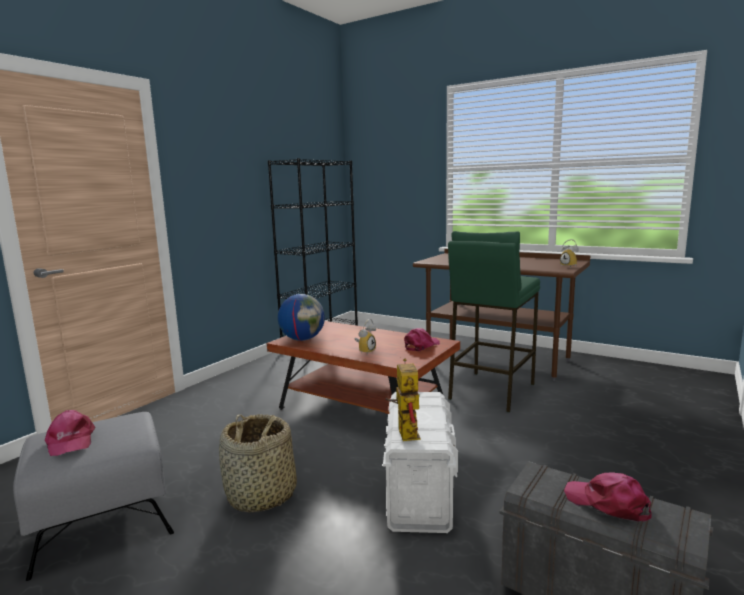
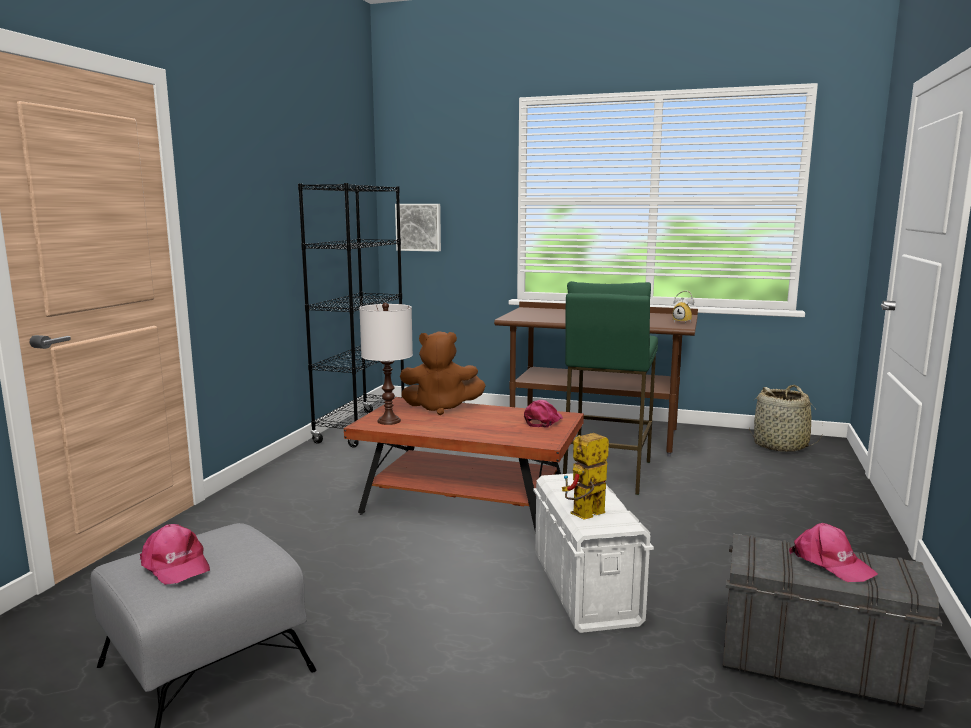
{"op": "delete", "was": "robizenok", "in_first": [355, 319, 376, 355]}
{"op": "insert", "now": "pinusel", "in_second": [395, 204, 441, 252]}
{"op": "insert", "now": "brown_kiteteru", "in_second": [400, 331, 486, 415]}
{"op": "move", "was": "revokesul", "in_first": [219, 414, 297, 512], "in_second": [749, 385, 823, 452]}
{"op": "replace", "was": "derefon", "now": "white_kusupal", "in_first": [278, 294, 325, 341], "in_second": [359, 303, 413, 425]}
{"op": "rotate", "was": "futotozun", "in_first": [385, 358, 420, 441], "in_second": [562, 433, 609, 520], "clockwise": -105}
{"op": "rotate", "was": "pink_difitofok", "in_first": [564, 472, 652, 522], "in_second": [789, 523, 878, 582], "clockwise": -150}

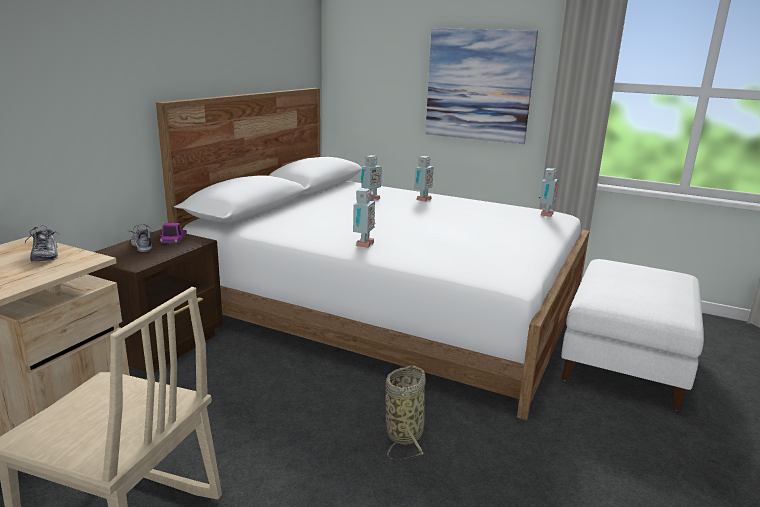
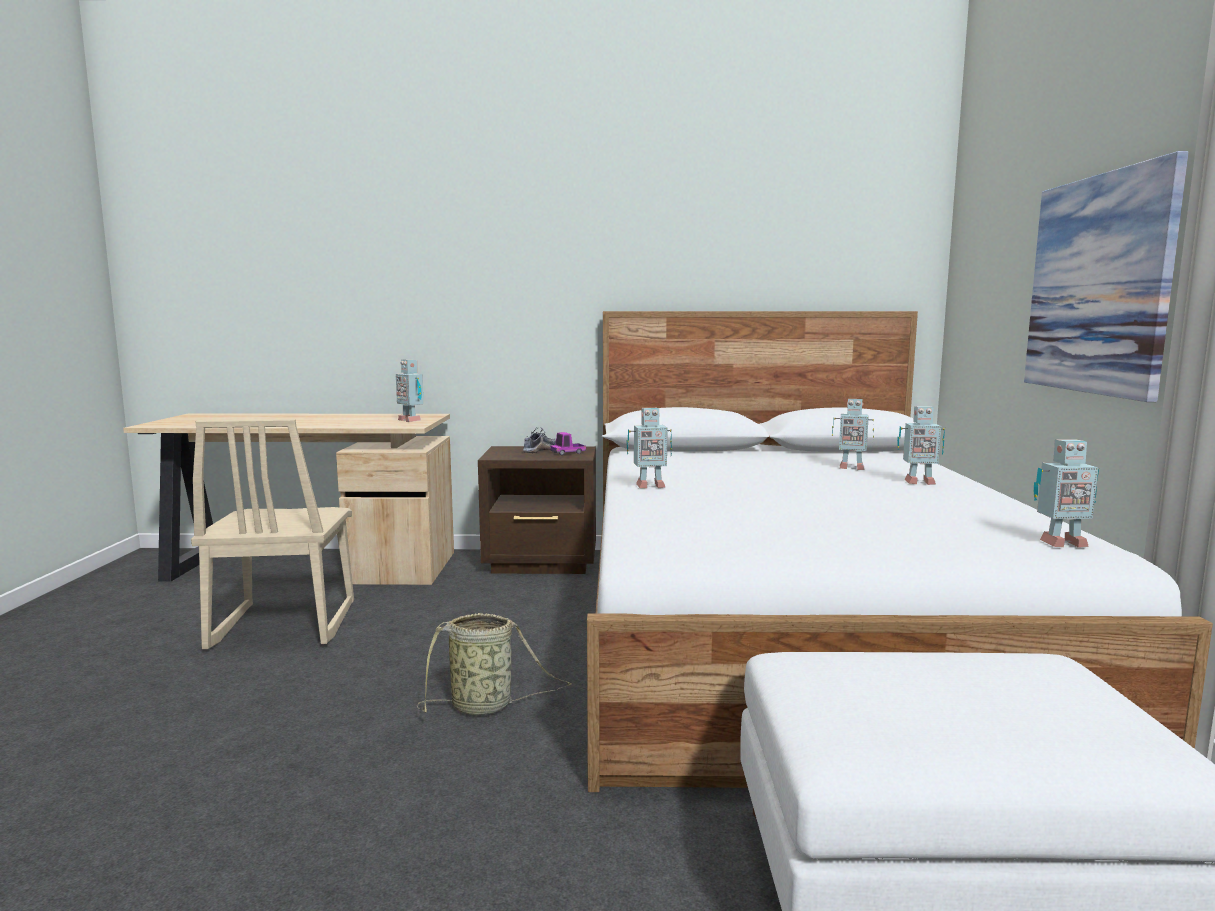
{"op": "replace", "was": "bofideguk", "now": "futotozun", "in_first": [25, 226, 60, 261], "in_second": [396, 360, 424, 422]}

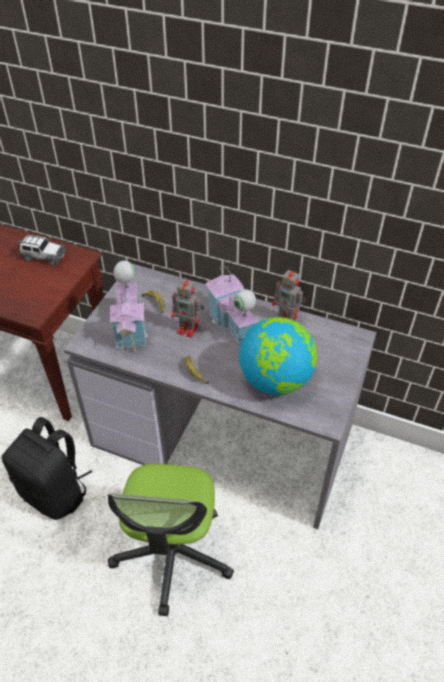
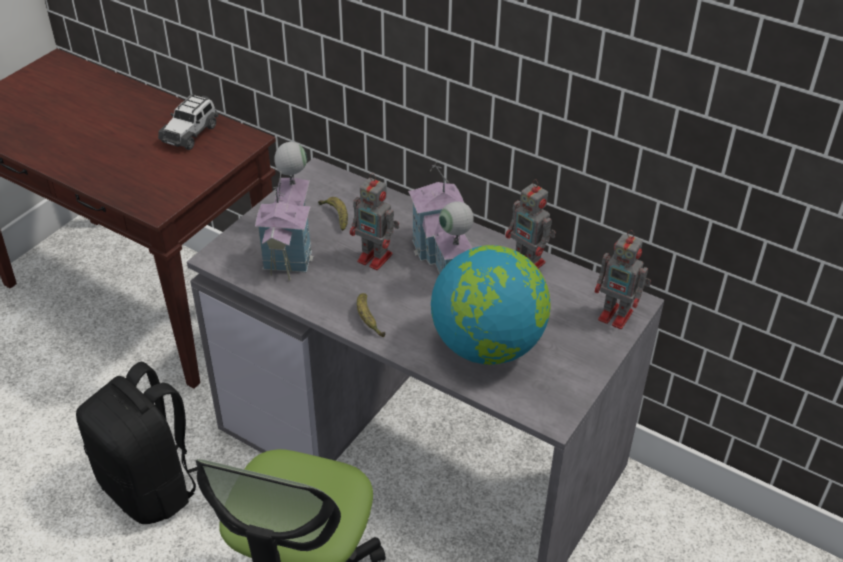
{"op": "insert", "now": "futotozun", "in_second": [595, 230, 651, 329]}
{"op": "rotate", "was": "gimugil", "in_first": [18, 235, 67, 266], "in_second": [158, 94, 219, 150], "clockwise": 90}

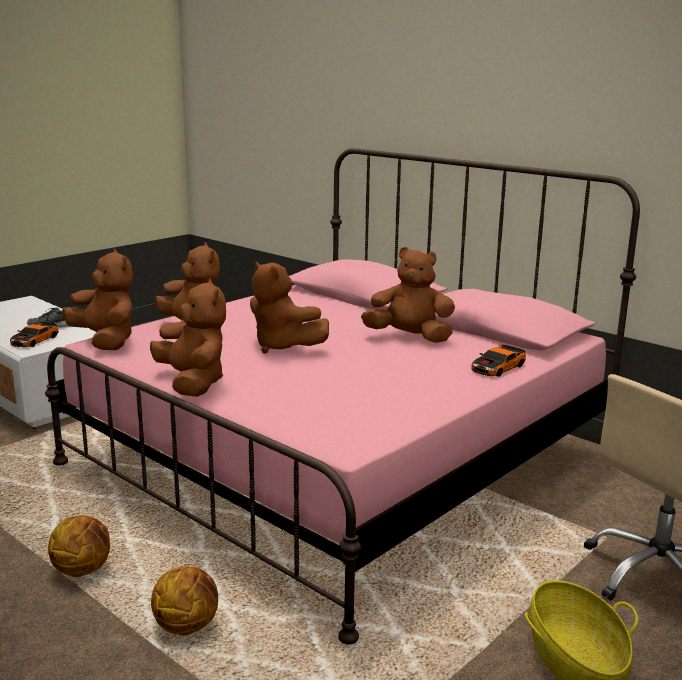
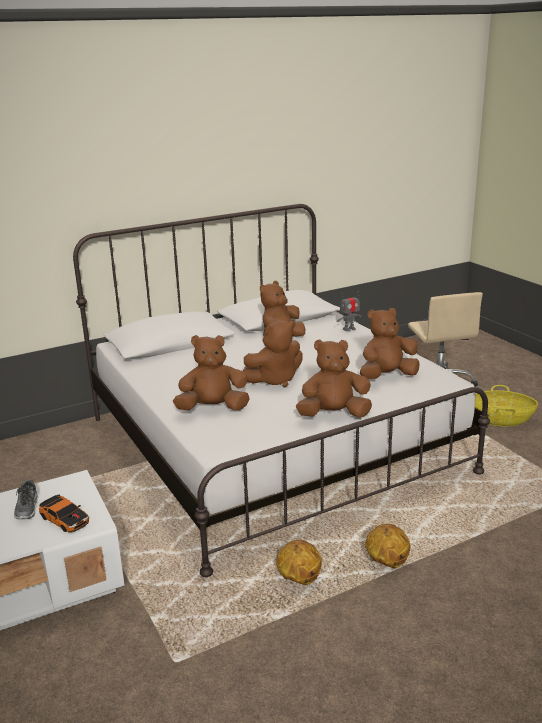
{"op": "move", "was": "brown_kiteteru", "in_first": [62, 249, 133, 350], "in_second": [360, 308, 420, 379]}
{"op": "move", "was": "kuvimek", "in_first": [151, 566, 218, 635], "in_second": [276, 540, 322, 585]}
{"op": "replace", "was": "gimugil", "now": "futotozun", "in_first": [471, 345, 526, 377], "in_second": [337, 291, 362, 331]}
{"op": "recolor", "was": "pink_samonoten", "now": "white_samonoten", "in_first": [45, 148, 640, 644], "in_second": [73, 204, 490, 577]}

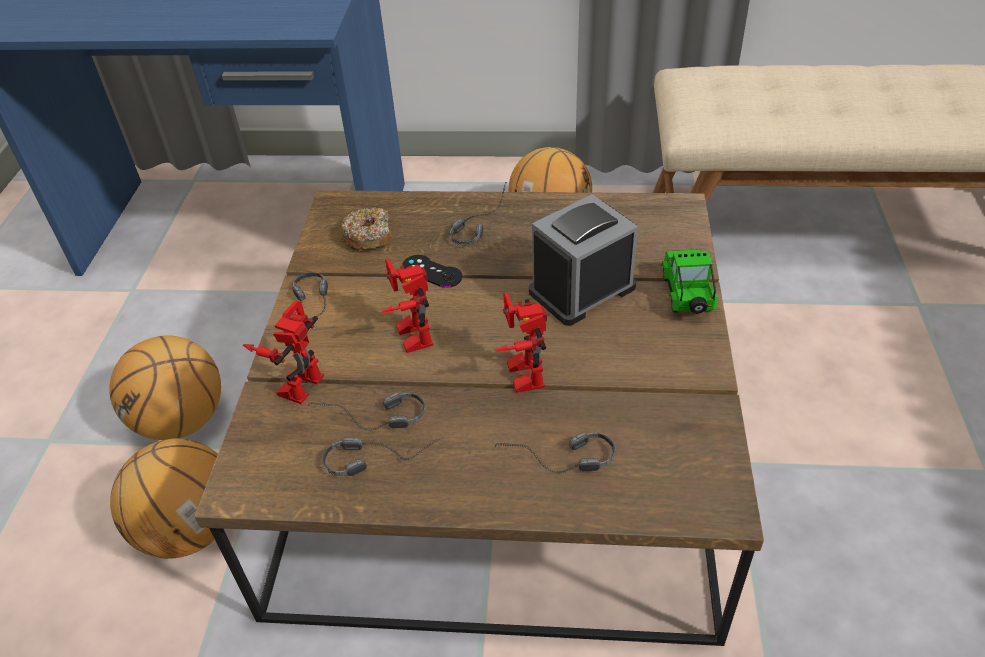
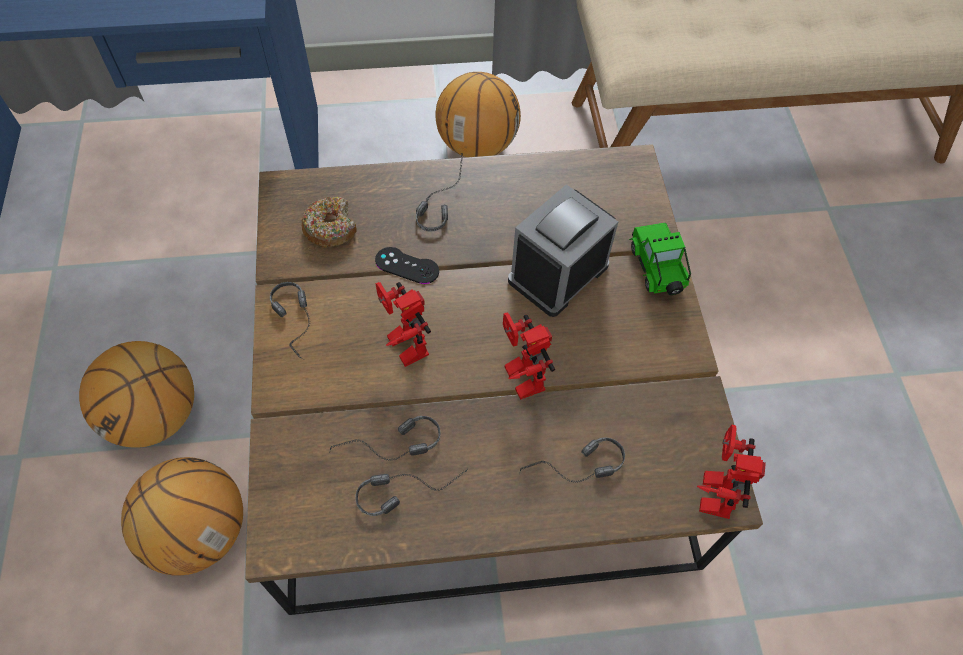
{"op": "move", "was": "futotozun", "in_first": [243, 301, 324, 404], "in_second": [697, 425, 766, 519]}

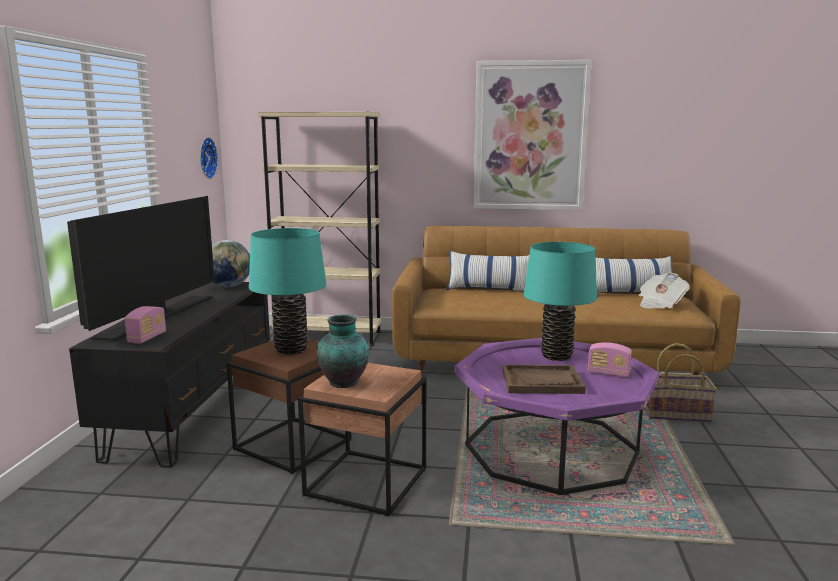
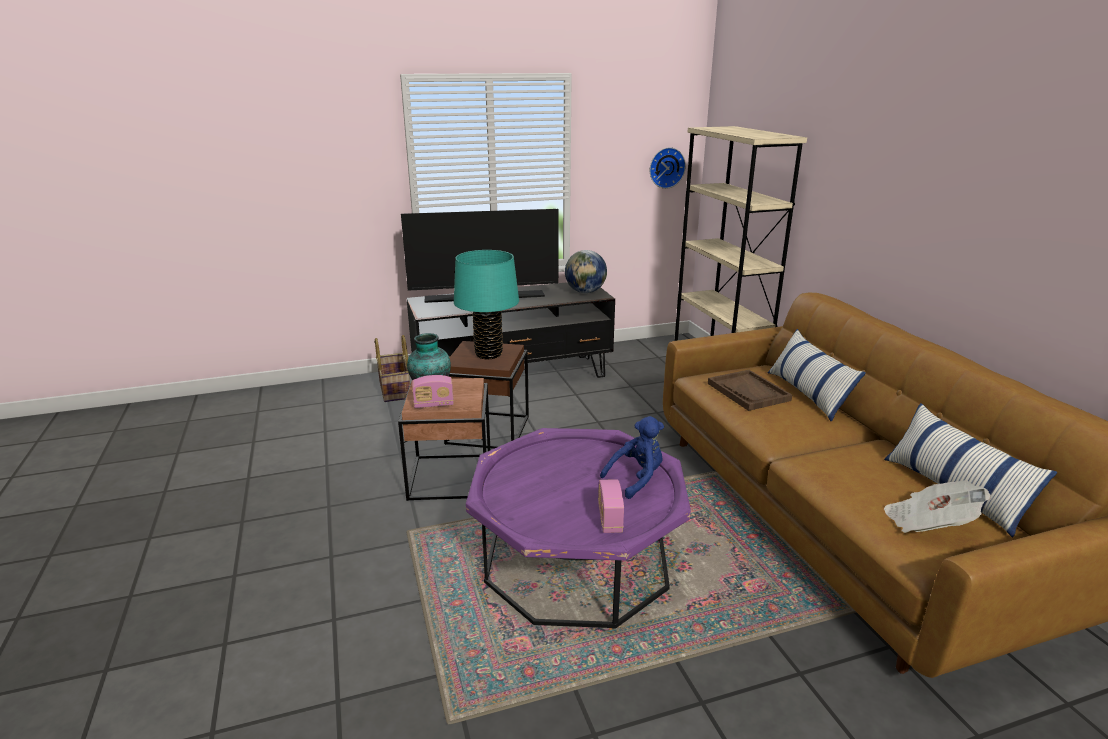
{"op": "delete", "was": "pinusel", "in_first": [474, 60, 592, 210]}
{"op": "move", "was": "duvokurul", "in_first": [125, 306, 166, 344], "in_second": [412, 375, 454, 408]}
{"op": "move", "was": "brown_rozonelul", "in_first": [502, 365, 586, 394], "in_second": [708, 370, 792, 411]}
{"op": "move", "was": "revokesul", "in_first": [645, 343, 717, 422], "in_second": [375, 335, 410, 402]}
{"op": "replace", "was": "turquoise_kusupal", "now": "blue_kiteteru", "in_first": [524, 242, 597, 361], "in_second": [600, 416, 664, 499]}

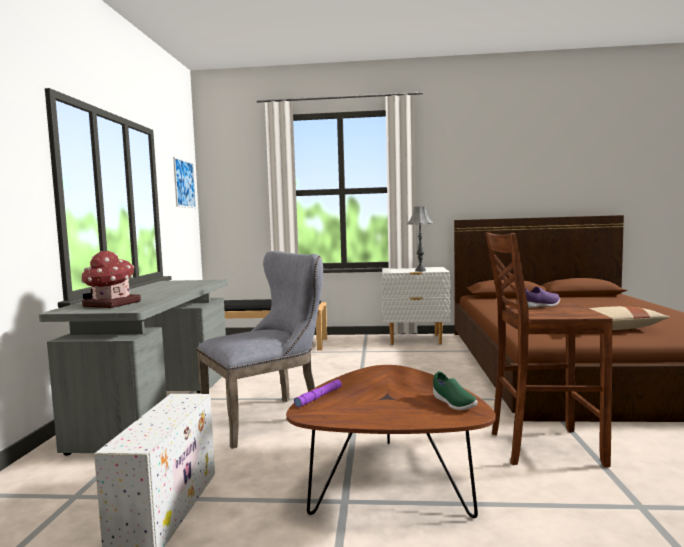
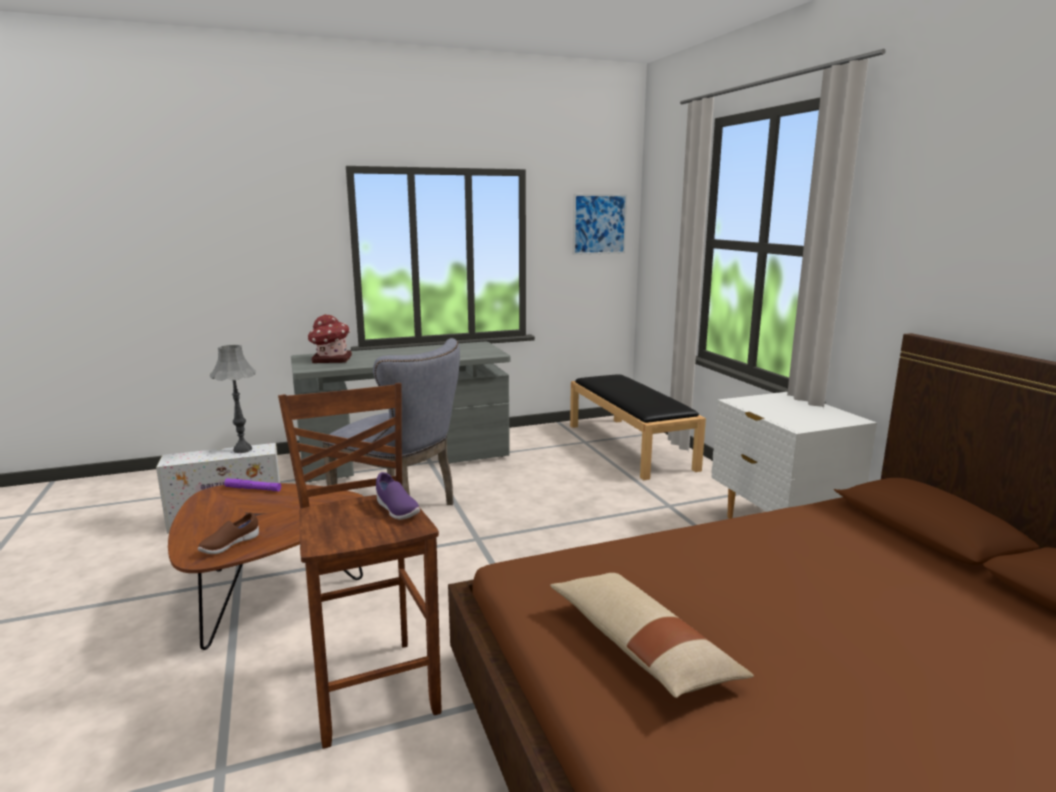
{"op": "move", "was": "grey_kusupal", "in_first": [407, 206, 433, 272], "in_second": [210, 345, 256, 453]}
{"op": "recolor", "was": "green_bofideguk", "now": "brown_bofideguk", "in_first": [433, 371, 478, 410], "in_second": [198, 512, 259, 554]}

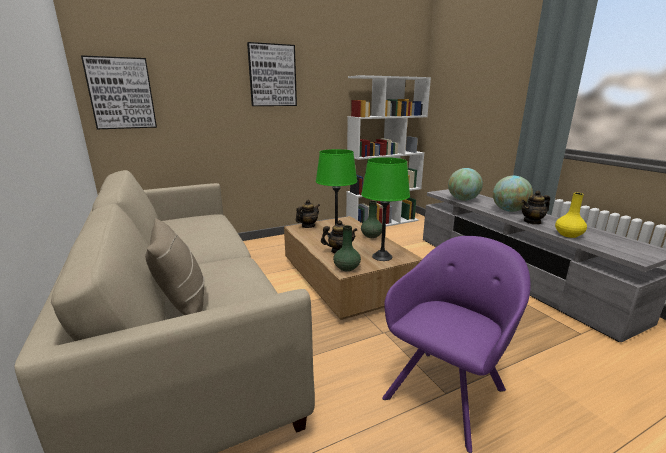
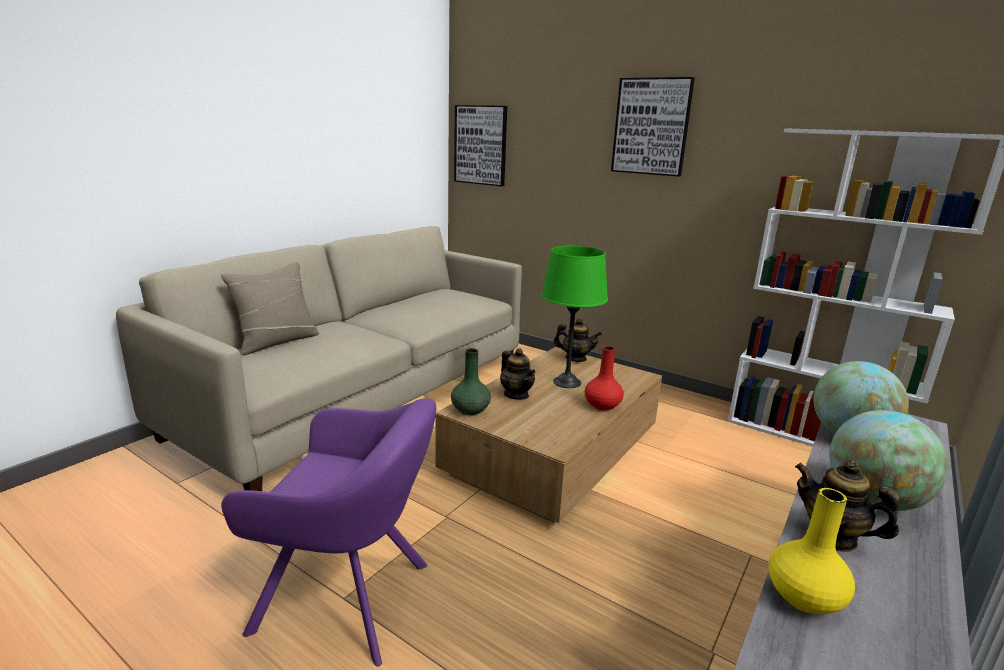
{"op": "delete", "was": "green_kusupal", "in_first": [361, 157, 410, 261]}
{"op": "recolor", "was": "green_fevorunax", "now": "red_fevorunax", "in_first": [361, 201, 382, 238], "in_second": [585, 346, 624, 411]}

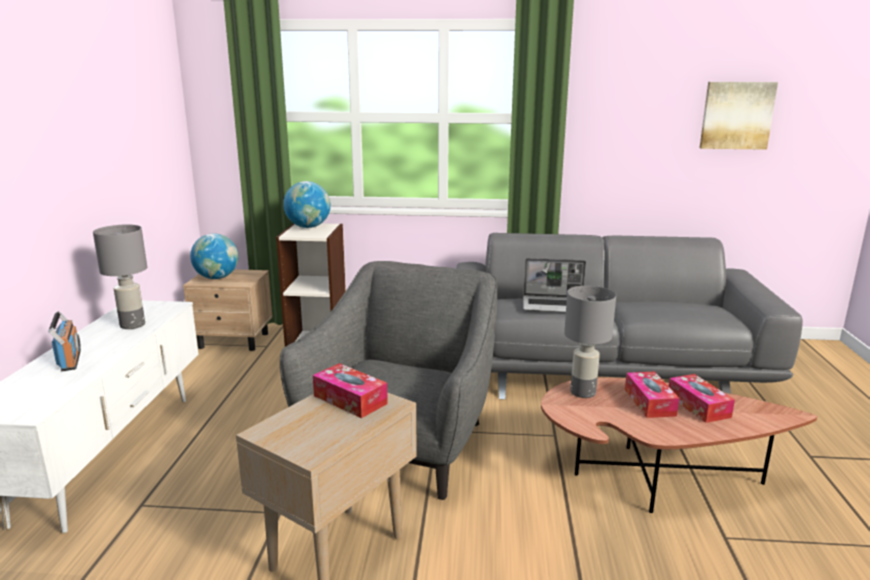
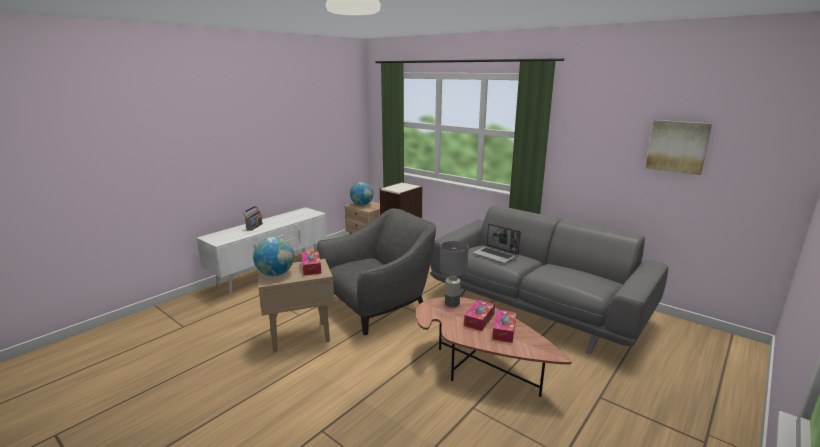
{"op": "delete", "was": "grey_kusupal", "in_first": [93, 225, 147, 329]}
{"op": "move", "was": "derefon", "in_first": [283, 181, 331, 228], "in_second": [253, 237, 294, 276]}

